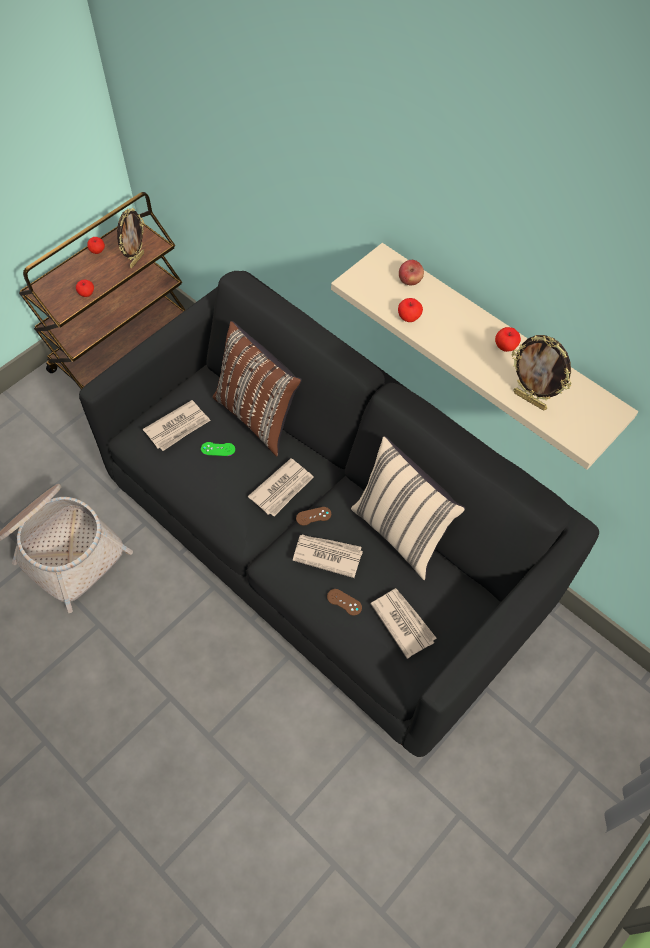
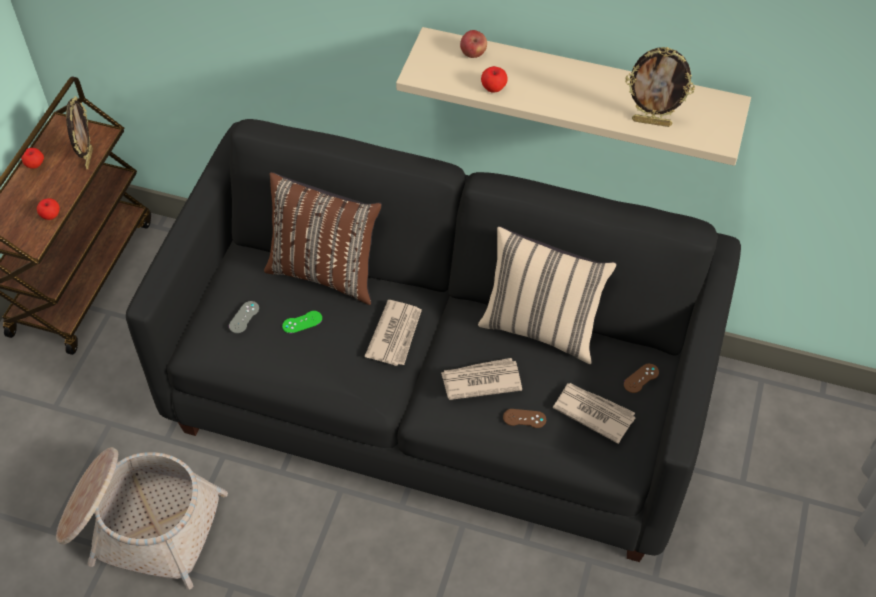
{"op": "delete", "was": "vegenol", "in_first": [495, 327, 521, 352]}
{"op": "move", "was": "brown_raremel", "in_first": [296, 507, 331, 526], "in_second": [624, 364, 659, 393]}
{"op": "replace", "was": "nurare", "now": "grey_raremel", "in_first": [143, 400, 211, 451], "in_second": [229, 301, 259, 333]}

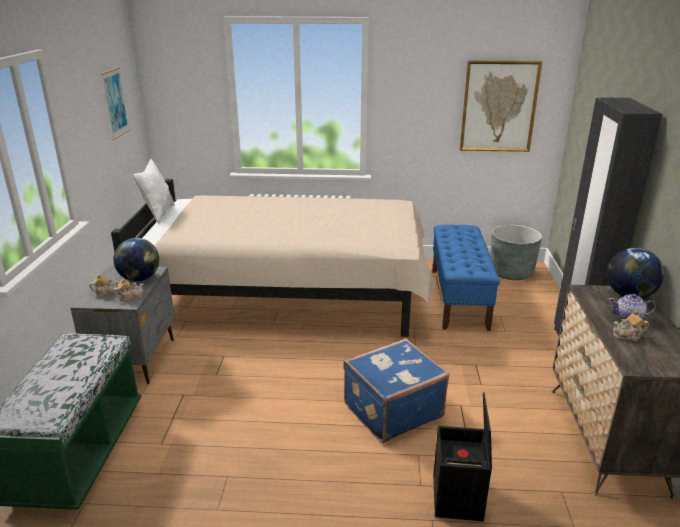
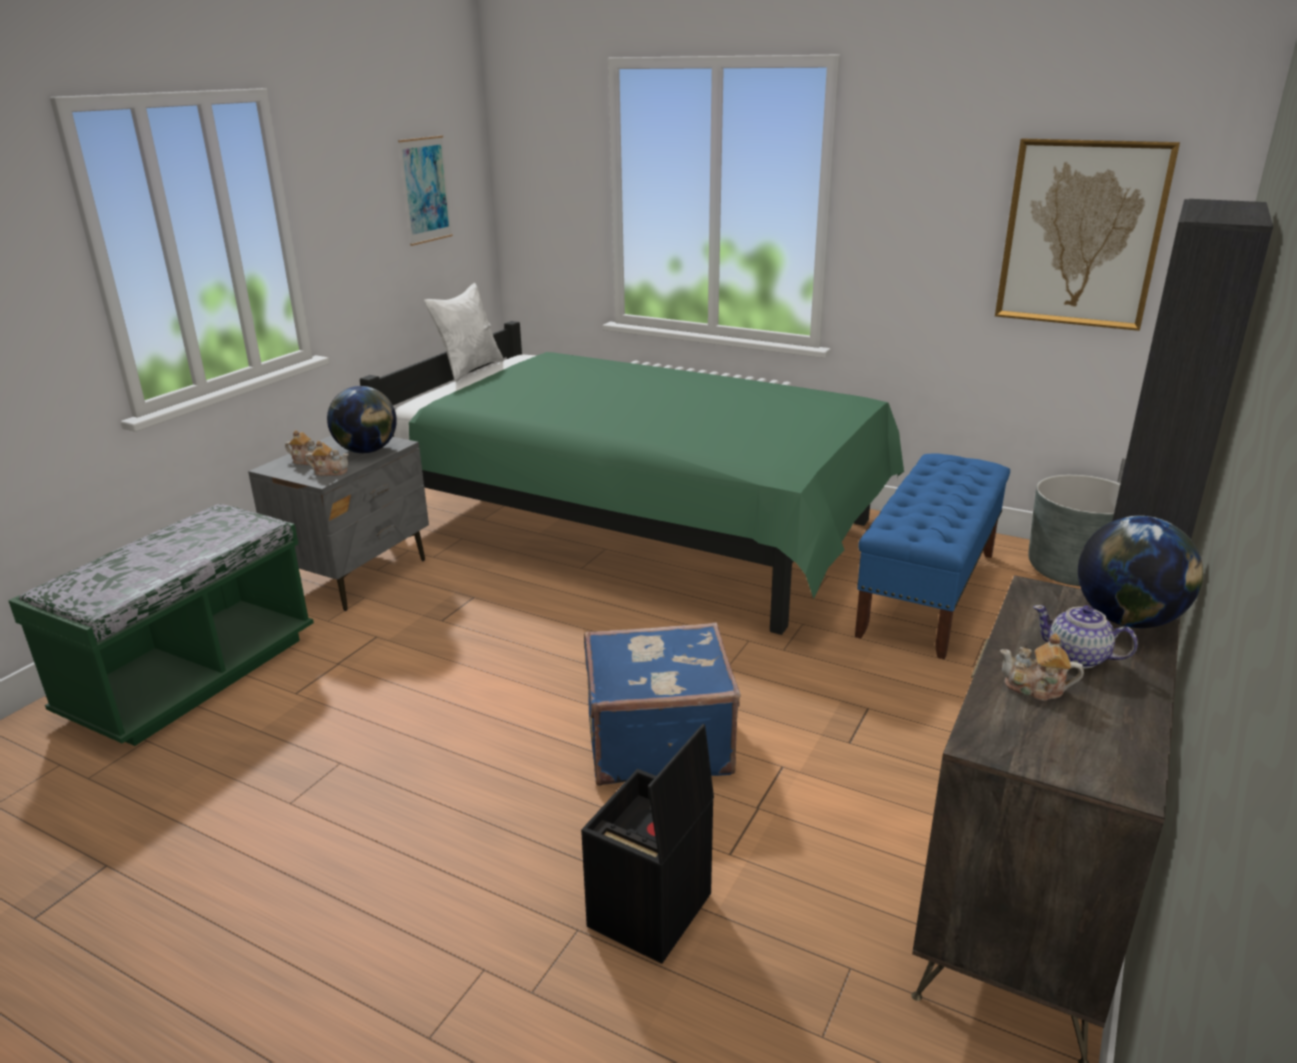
{"op": "recolor", "was": "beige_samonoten", "now": "green_samonoten", "in_first": [111, 179, 435, 337], "in_second": [360, 321, 904, 635]}

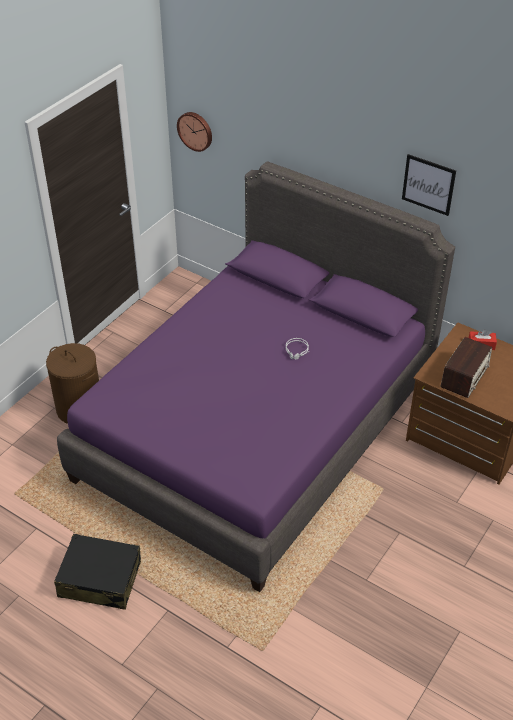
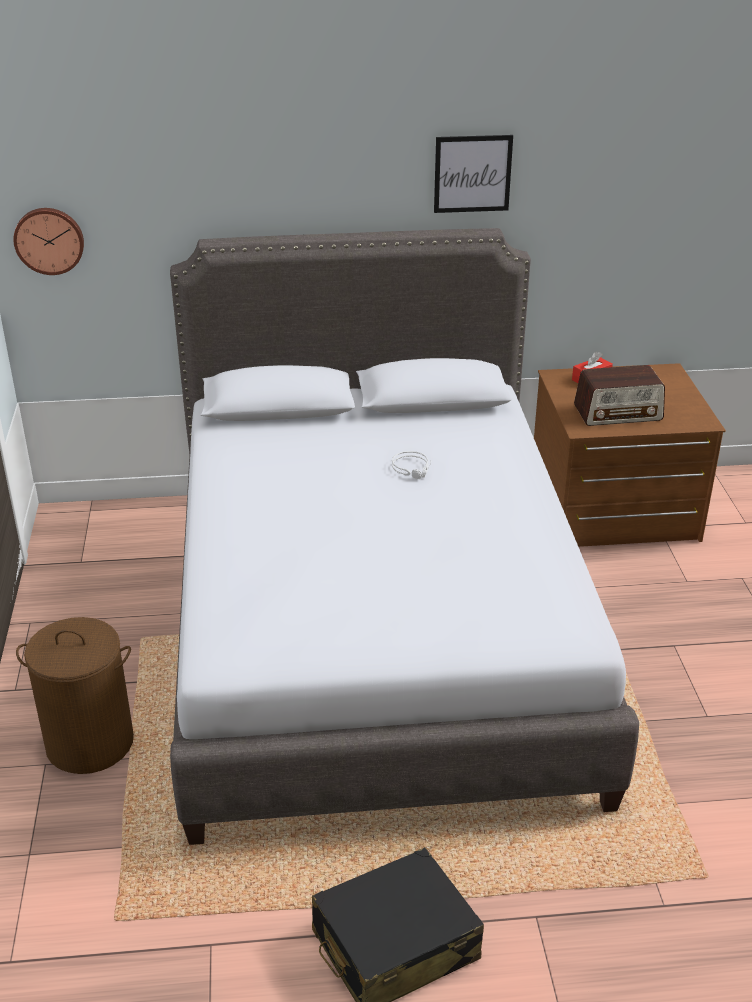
{"op": "recolor", "was": "purple_samonoten", "now": "grey_samonoten", "in_first": [57, 161, 455, 592], "in_second": [170, 228, 639, 845]}
{"op": "rotate", "was": "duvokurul", "in_first": [441, 337, 492, 398], "in_second": [574, 365, 665, 426], "clockwise": 90}

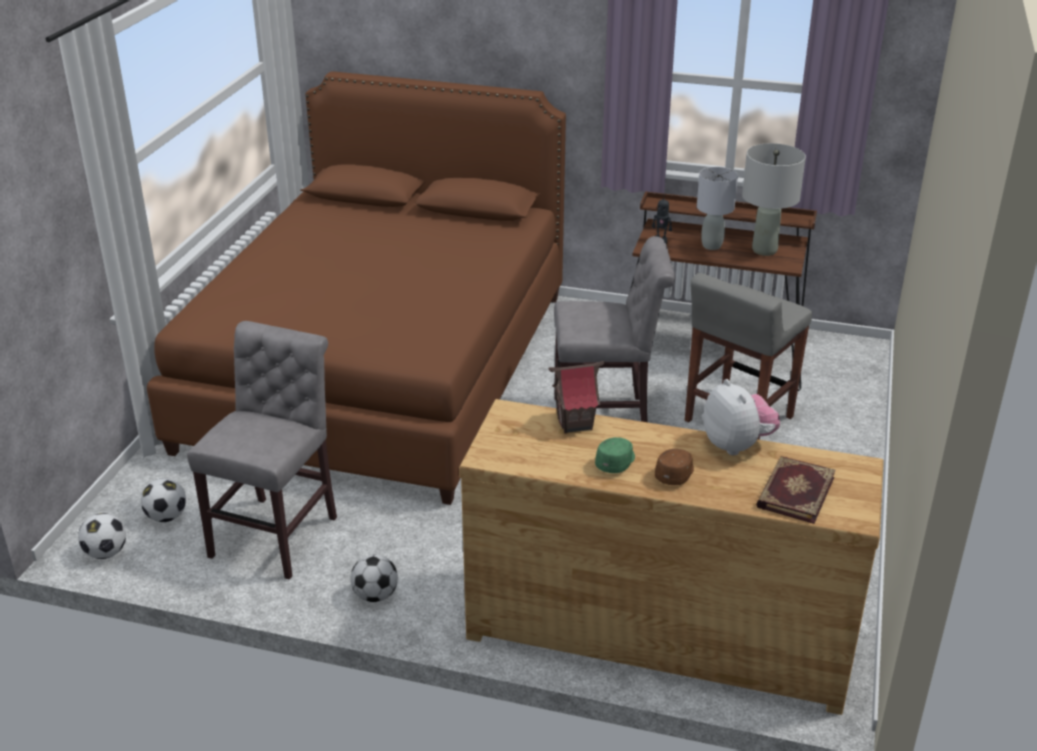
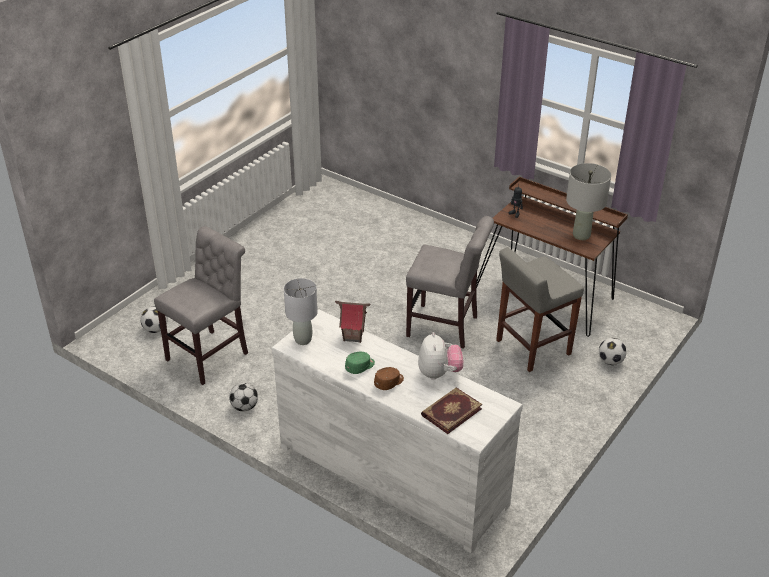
{"op": "delete", "was": "brown_samonoten", "in_first": [147, 71, 566, 505]}
{"op": "move", "was": "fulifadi", "in_first": [78, 513, 126, 559], "in_second": [599, 338, 626, 365]}
{"op": "move", "was": "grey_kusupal", "in_first": [697, 167, 738, 250], "in_second": [284, 278, 318, 345]}
{"op": "recolor", "was": "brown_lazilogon", "now": "white_lazilogon", "in_first": [459, 399, 884, 715], "in_second": [272, 310, 523, 553]}

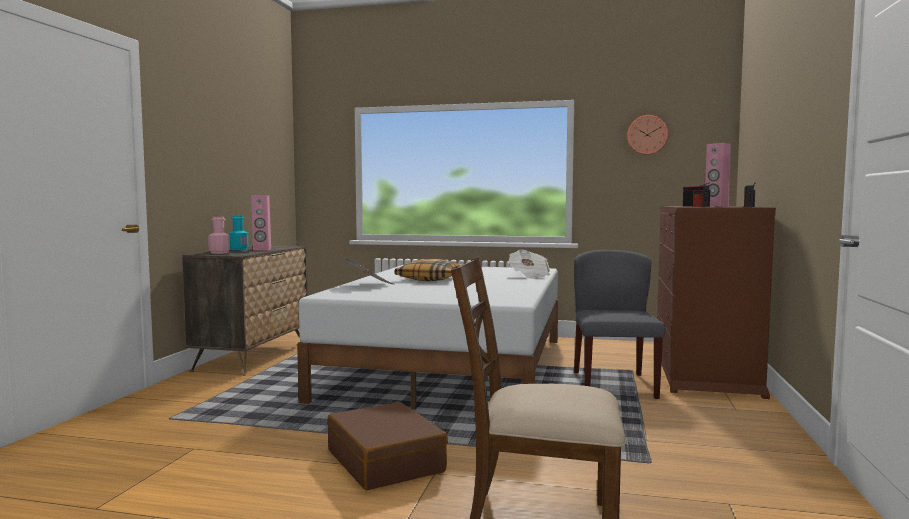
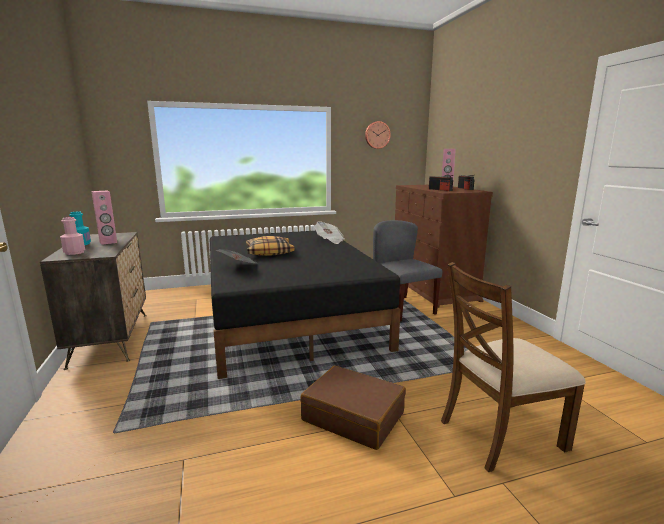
{"op": "recolor", "was": "white_samonoten", "now": "black_samonoten", "in_first": [297, 265, 558, 409], "in_second": [210, 231, 400, 379]}

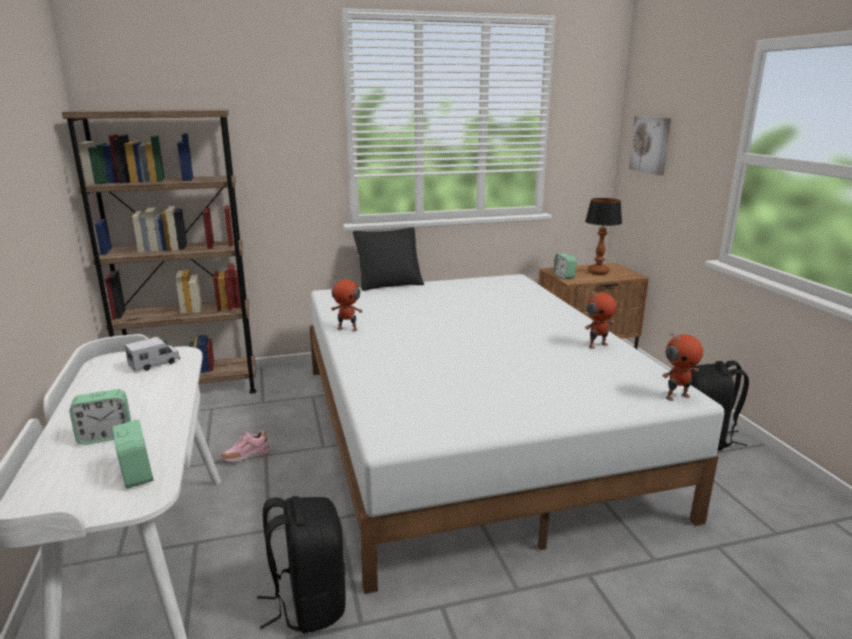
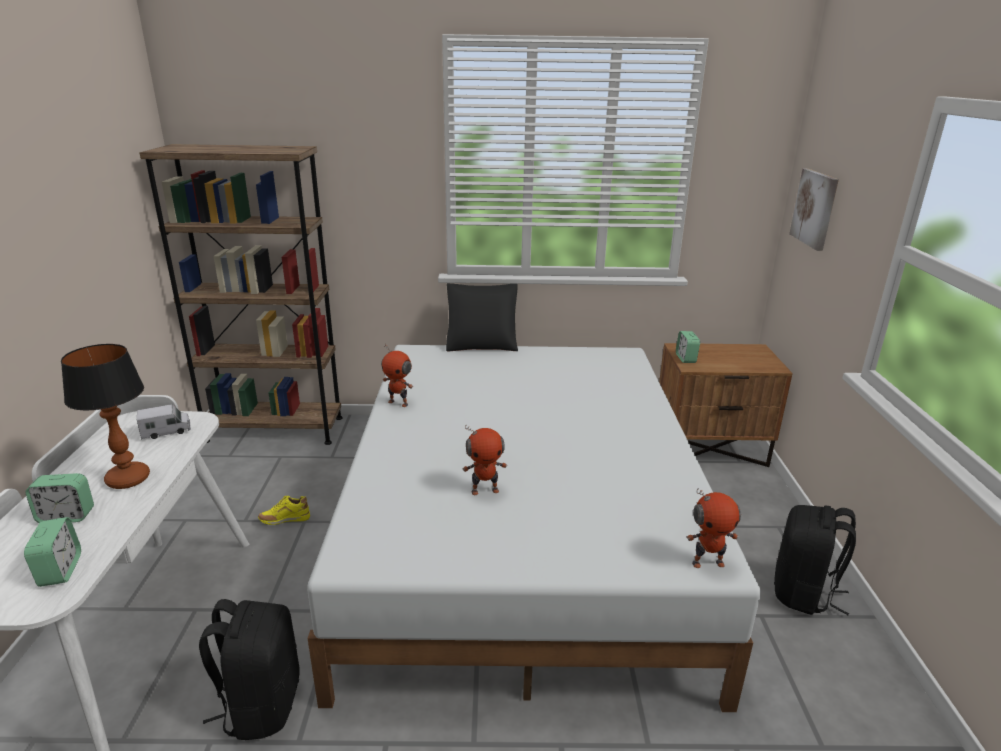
{"op": "move", "was": "kusupal", "in_first": [585, 198, 622, 275], "in_second": [61, 344, 150, 489]}
{"op": "move", "was": "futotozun", "in_first": [585, 290, 616, 349], "in_second": [463, 425, 507, 495]}
{"op": "recolor", "was": "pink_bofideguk", "now": "yellow_bofideguk", "in_first": [221, 430, 270, 462], "in_second": [258, 496, 310, 525]}

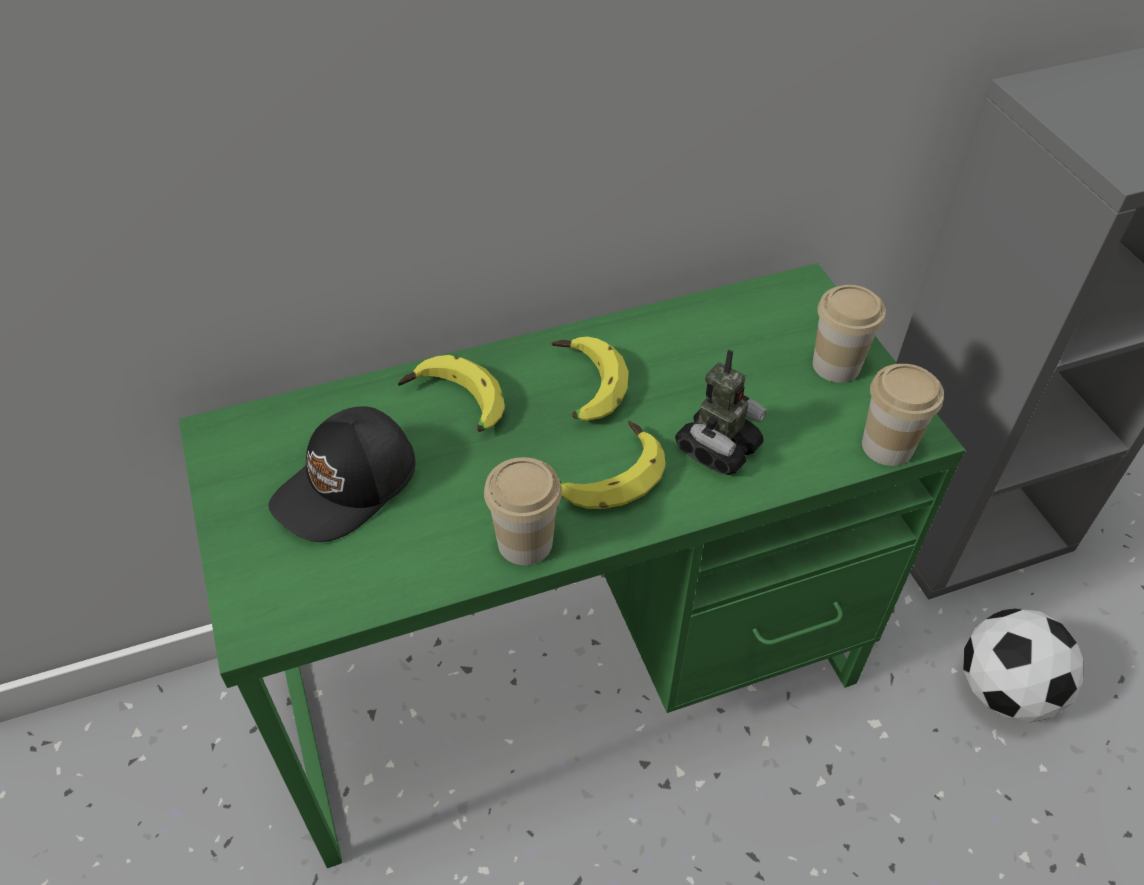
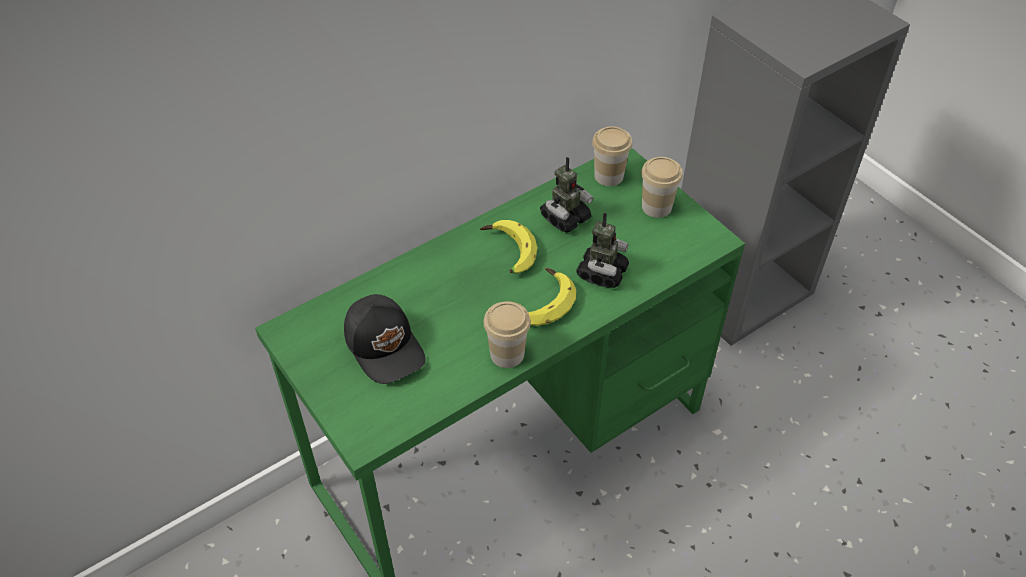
{"op": "delete", "was": "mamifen", "in_first": [398, 355, 505, 432]}
{"op": "delete", "was": "fulifadi", "in_first": [963, 608, 1084, 723]}
{"op": "insert", "now": "futotozun", "in_second": [540, 157, 593, 233]}
{"op": "move", "was": "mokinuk", "in_first": [862, 364, 944, 466], "in_second": [592, 126, 632, 186]}
{"op": "rotate", "was": "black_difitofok", "in_first": [268, 406, 415, 542], "in_second": [344, 294, 426, 384], "clockwise": -60}

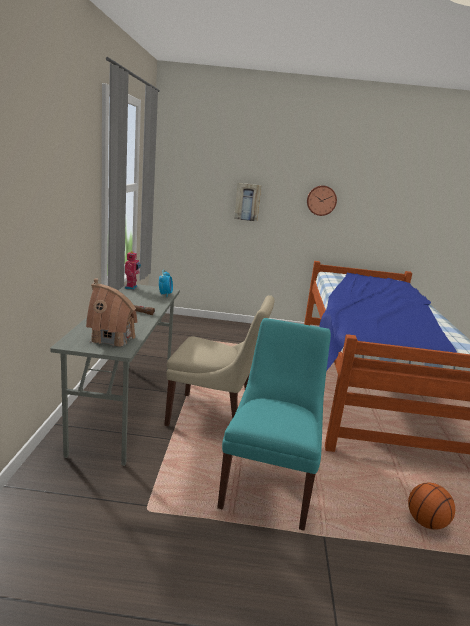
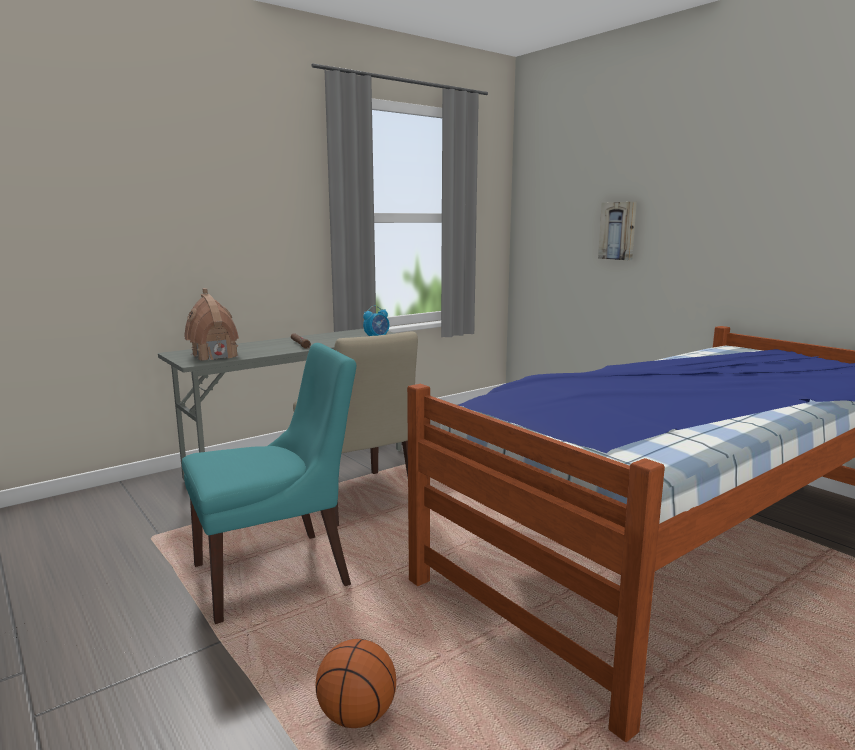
{"op": "delete", "was": "futotozun", "in_first": [124, 251, 141, 290]}
{"op": "delete", "was": "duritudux", "in_first": [307, 185, 337, 216]}

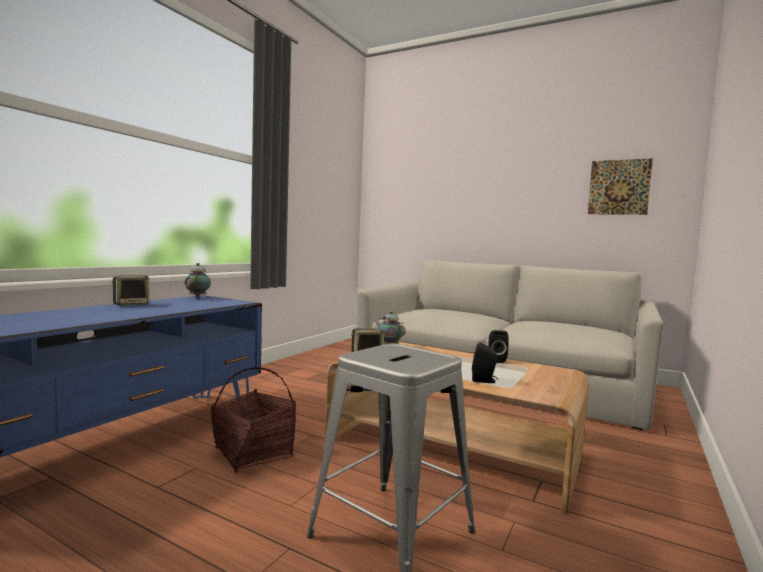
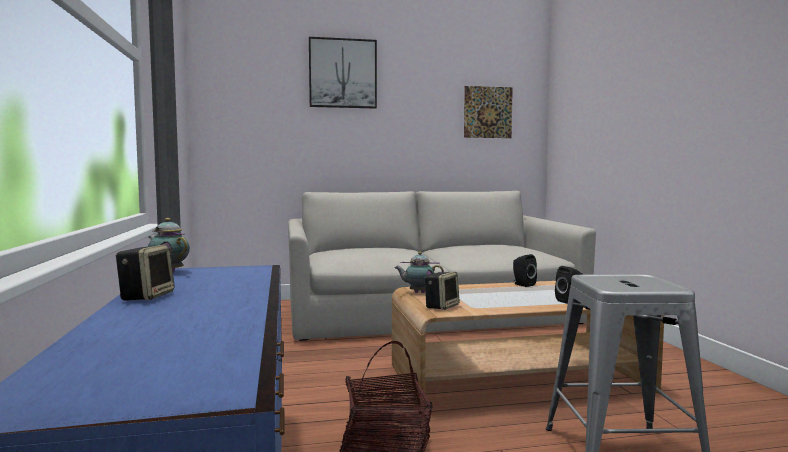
{"op": "insert", "now": "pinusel", "in_second": [309, 37, 377, 109]}

